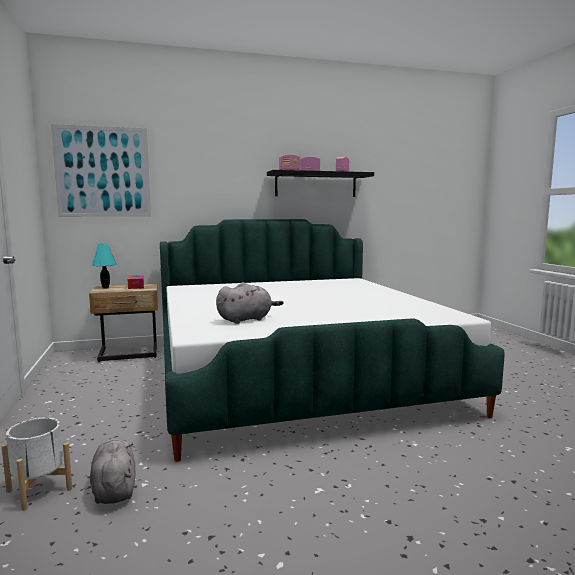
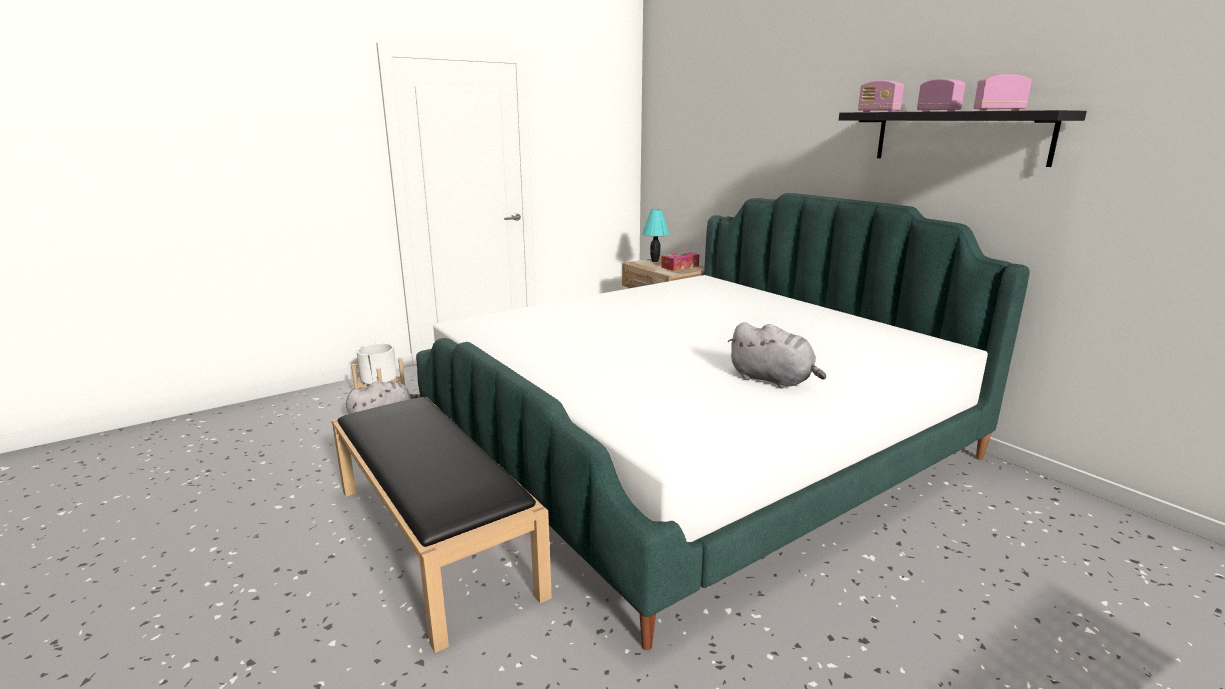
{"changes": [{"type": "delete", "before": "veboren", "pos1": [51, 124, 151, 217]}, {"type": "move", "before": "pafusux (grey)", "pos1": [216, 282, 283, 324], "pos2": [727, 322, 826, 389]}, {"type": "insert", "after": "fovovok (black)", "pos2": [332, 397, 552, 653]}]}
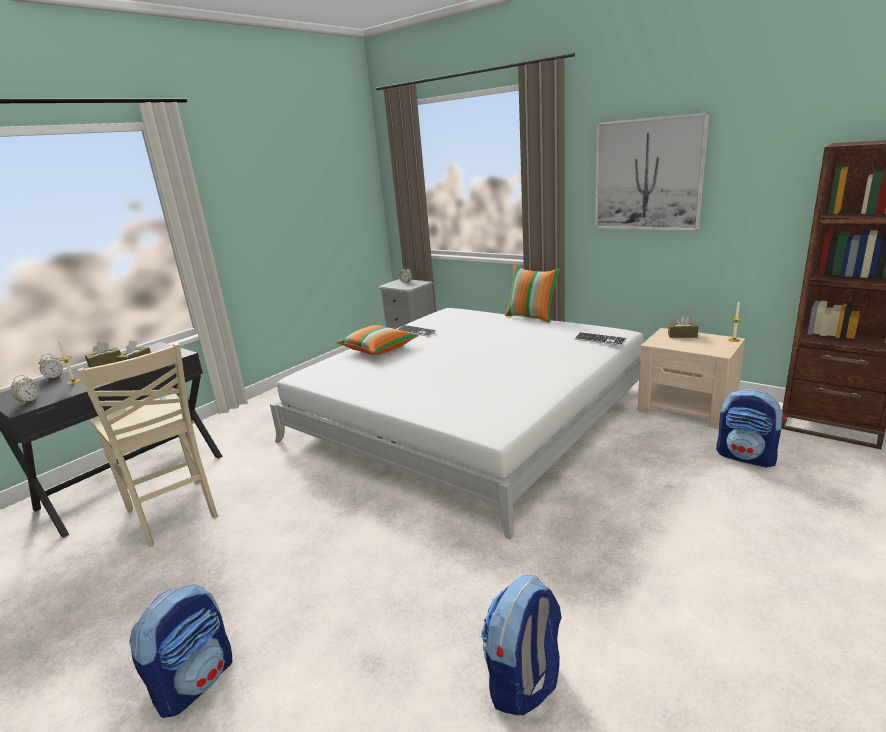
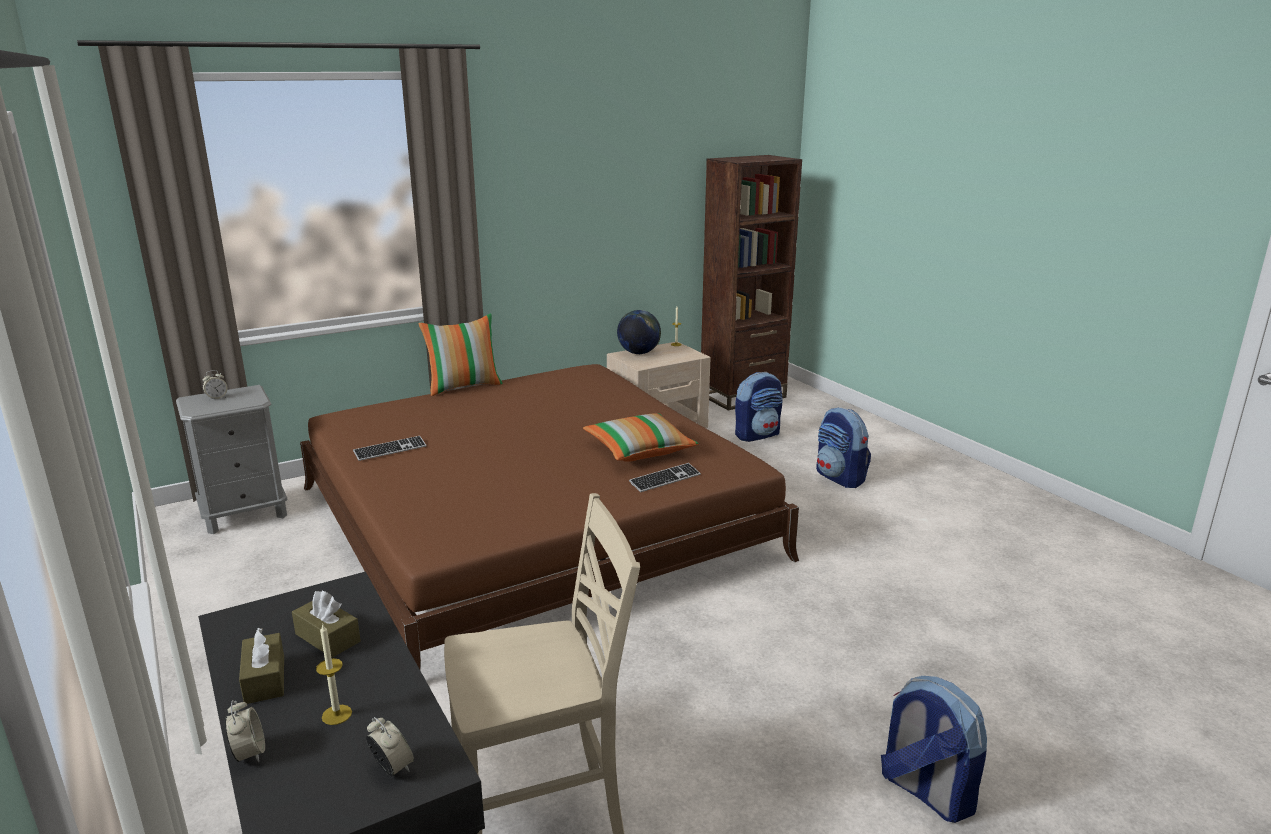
{"changes": [{"type": "recolor", "before": "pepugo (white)", "after": "pepugo (brown)", "pos1": [270, 308, 643, 539], "pos2": [300, 364, 799, 669]}, {"type": "move", "before": "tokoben", "pos1": [336, 325, 419, 355], "pos2": [583, 413, 699, 462]}, {"type": "move", "before": "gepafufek", "pos1": [481, 575, 562, 716], "pos2": [816, 407, 871, 488]}, {"type": "move", "before": "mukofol", "pos1": [575, 332, 627, 346], "pos2": [629, 463, 701, 492]}, {"type": "delete", "before": "veboren", "pos1": [595, 112, 709, 231]}, {"type": "replace", "before": "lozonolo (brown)", "after": "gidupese", "pos1": [668, 315, 698, 338], "pos2": [617, 310, 661, 354]}]}
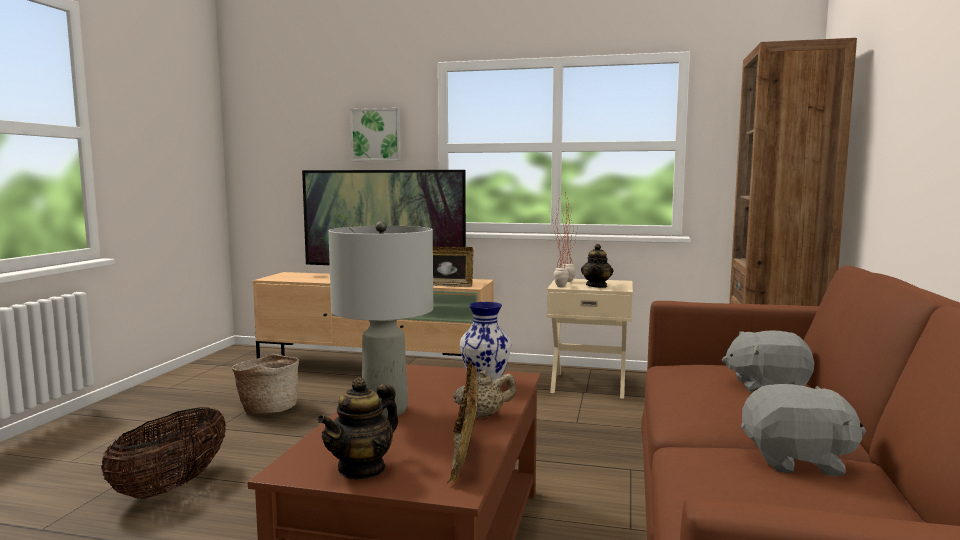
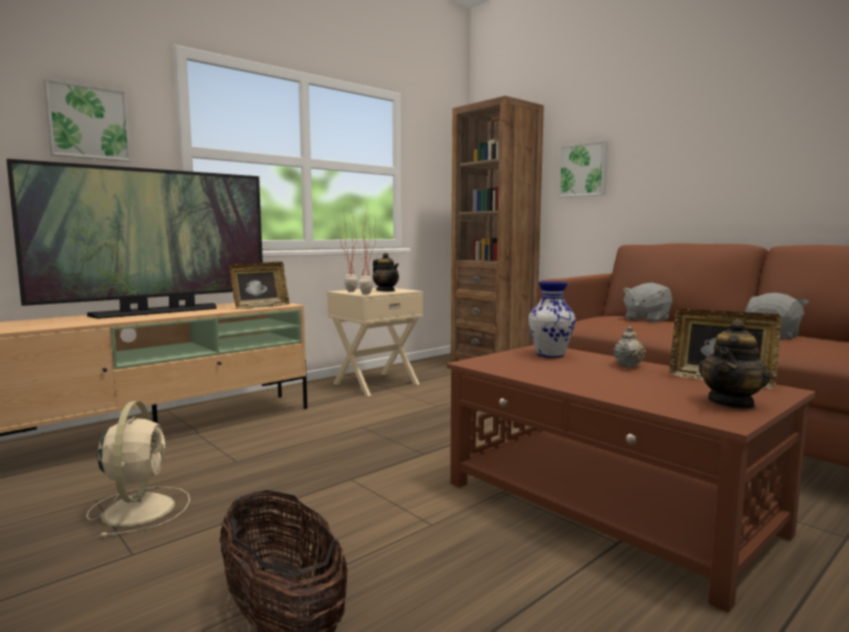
{"changes": [{"type": "replace", "before": "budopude", "after": "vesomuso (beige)", "pos1": [232, 353, 299, 414], "pos2": [86, 401, 190, 538]}, {"type": "rotate", "before": "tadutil", "pos1": [317, 377, 398, 480], "pos2": [699, 319, 771, 410], "turn": 60}, {"type": "delete", "before": "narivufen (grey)", "pos1": [328, 221, 433, 418]}, {"type": "insert", "after": "veboren", "pos2": [558, 140, 608, 197]}]}
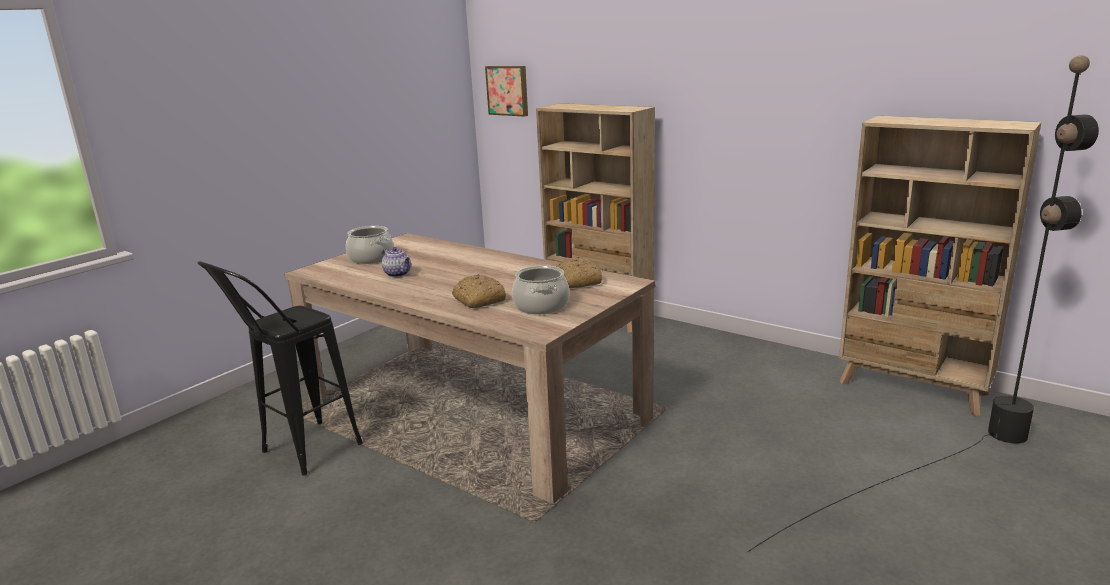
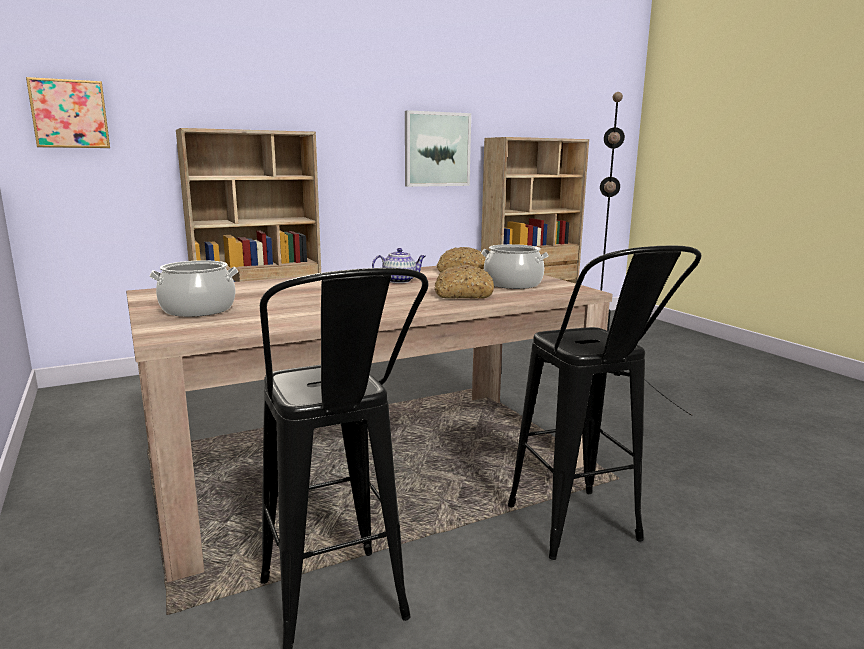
{"changes": [{"type": "move", "before": "tadutil", "pos1": [381, 247, 411, 277], "pos2": [372, 248, 426, 283]}, {"type": "insert", "after": "veboren", "pos2": [405, 110, 471, 187]}, {"type": "insert", "after": "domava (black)", "pos2": [508, 246, 702, 560]}]}
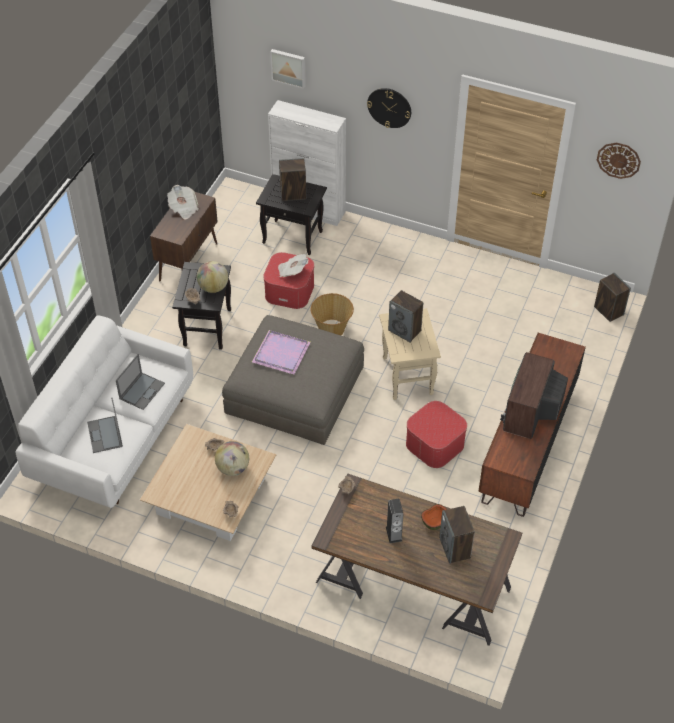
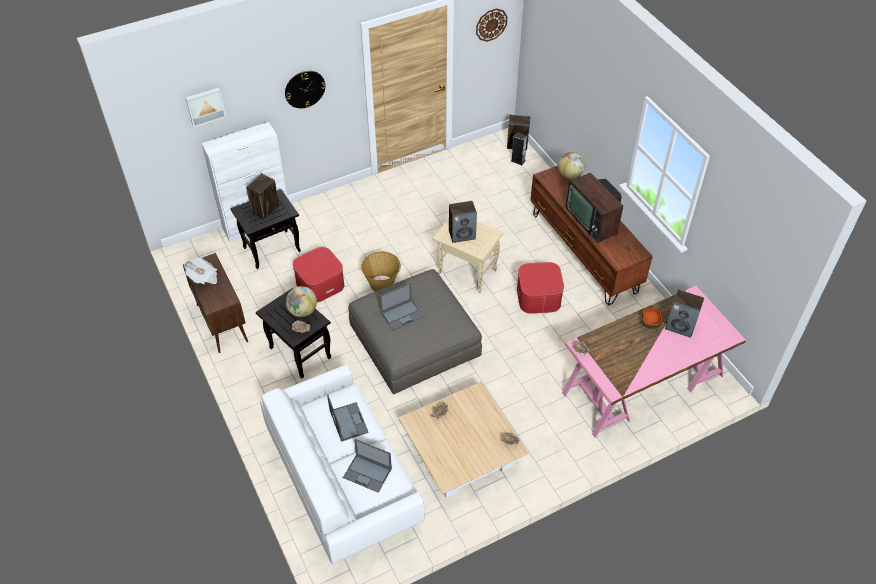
{"changes": [{"type": "move", "before": "gidupese", "pos1": [215, 441, 249, 476], "pos2": [558, 152, 585, 179]}, {"type": "replace", "before": "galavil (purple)", "after": "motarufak", "pos1": [252, 330, 311, 374], "pos2": [379, 282, 424, 330]}, {"type": "delete", "before": "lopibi", "pos1": [278, 254, 308, 277]}, {"type": "recolor", "before": "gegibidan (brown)", "after": "gegibidan (pink)", "pos1": [311, 473, 522, 646], "pos2": [562, 286, 746, 438]}, {"type": "move", "before": "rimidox", "pos1": [386, 499, 403, 543], "pos2": [511, 132, 527, 165]}]}
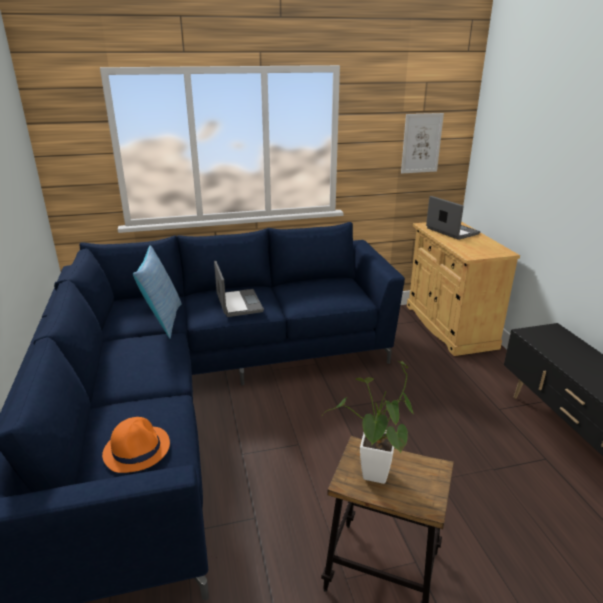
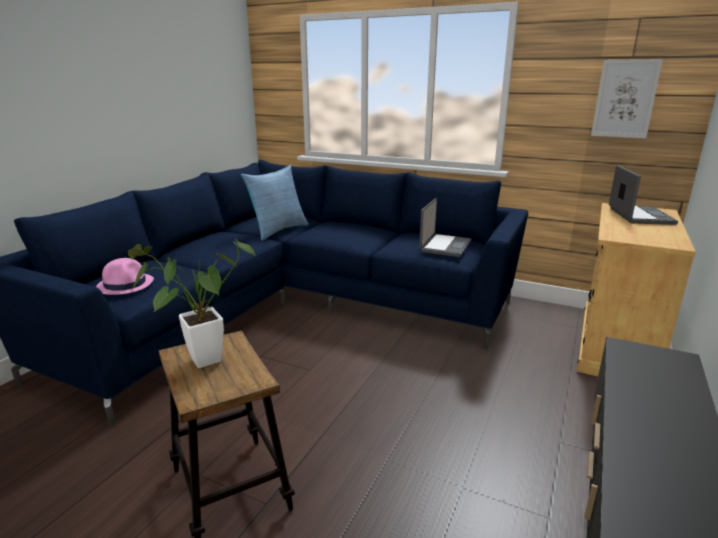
{"changes": [{"type": "recolor", "before": "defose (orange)", "after": "defose (pink)", "pos1": [102, 417, 170, 473], "pos2": [96, 258, 154, 295]}, {"type": "move", "before": "motarufak", "pos1": [214, 261, 264, 317], "pos2": [419, 198, 472, 257]}]}
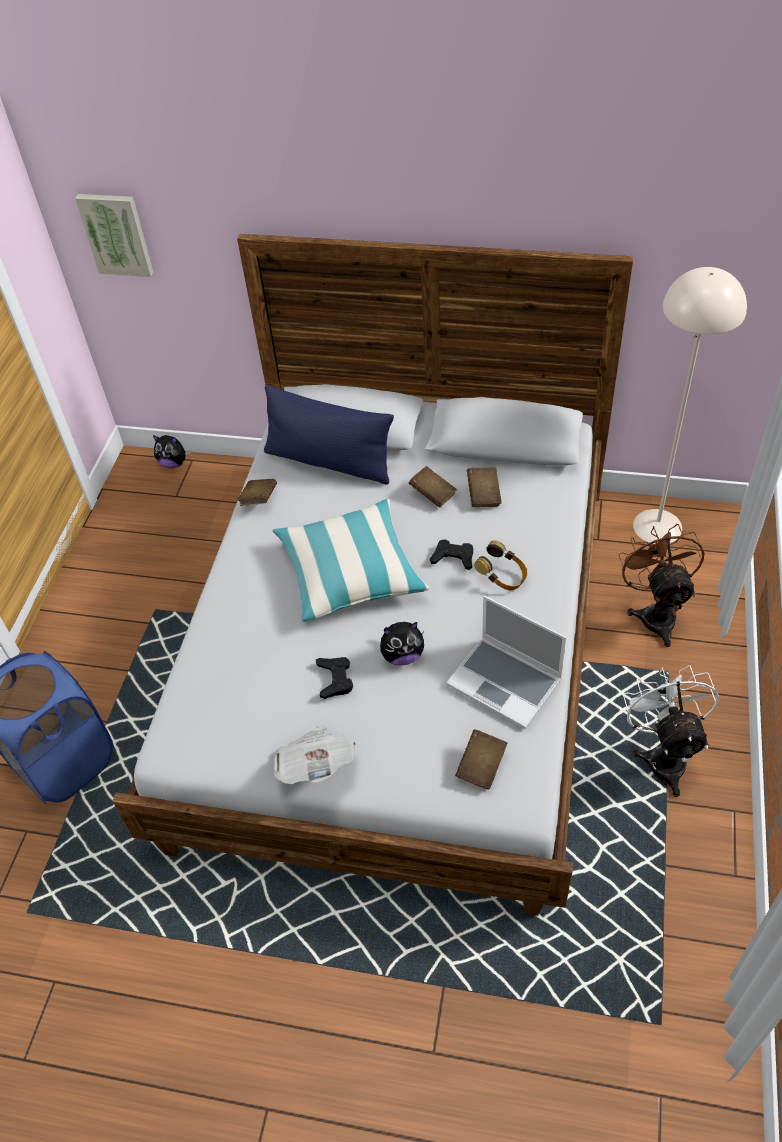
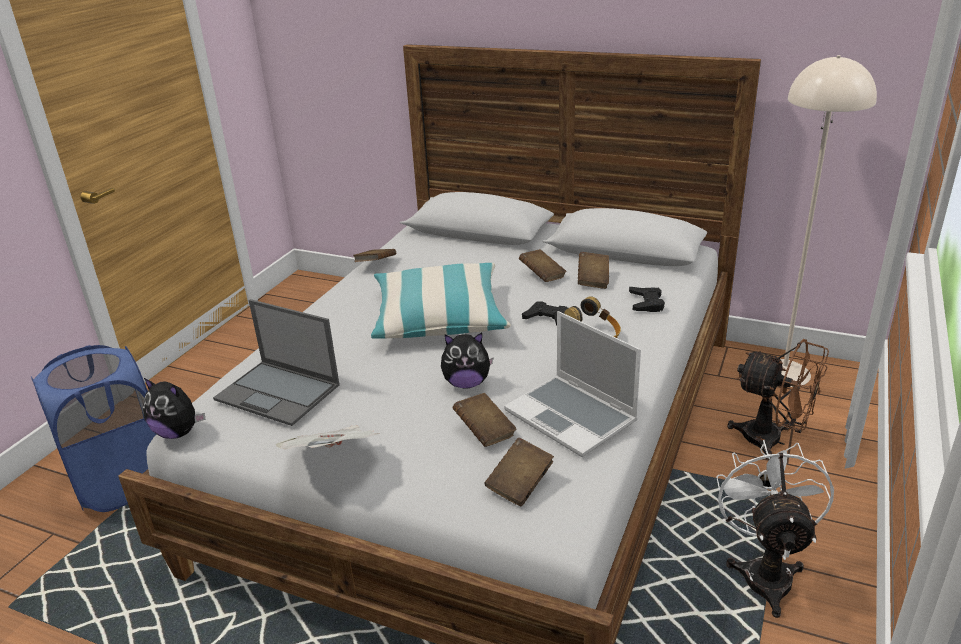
{"changes": [{"type": "delete", "before": "veboren", "pos1": [75, 194, 153, 277]}, {"type": "move", "before": "pafusux", "pos1": [153, 435, 191, 468], "pos2": [143, 378, 205, 439]}, {"type": "delete", "before": "tokoben (blue)", "pos1": [264, 385, 394, 485]}, {"type": "move", "before": "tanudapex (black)", "pos1": [316, 657, 353, 699], "pos2": [629, 287, 665, 312]}, {"type": "rotate", "before": "vesomuso (brown)", "pos1": [619, 524, 704, 647], "pos2": [727, 339, 829, 460], "turn": 120}, {"type": "insert", "after": "motarufak", "pos2": [213, 299, 340, 426]}, {"type": "insert", "after": "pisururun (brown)", "pos2": [453, 393, 517, 447]}]}
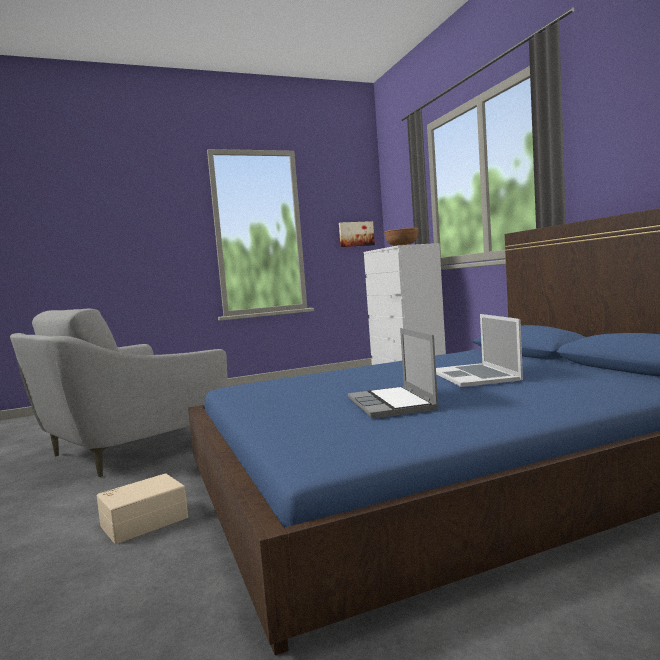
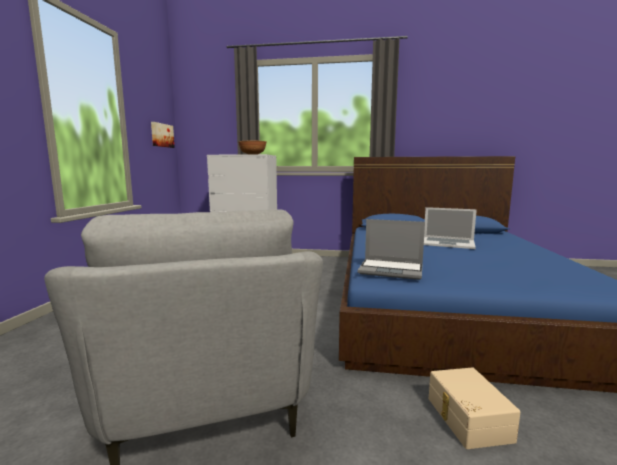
{"changes": [{"type": "move", "before": "motarufak", "pos1": [348, 328, 439, 419], "pos2": [358, 219, 425, 280]}]}
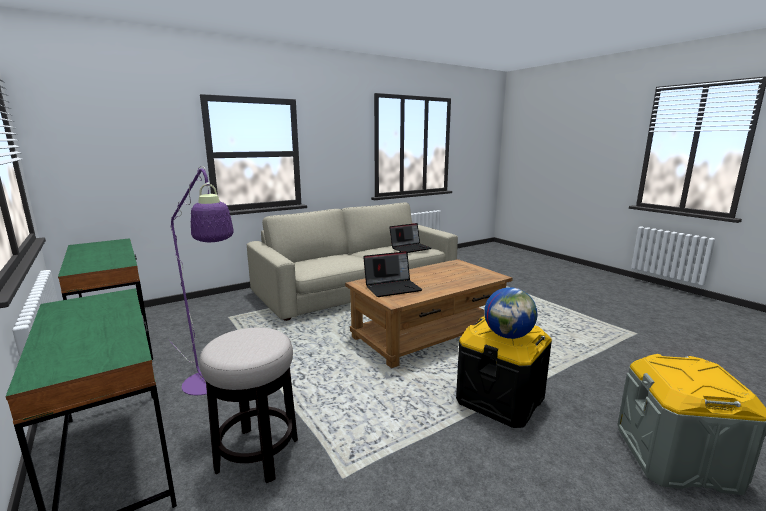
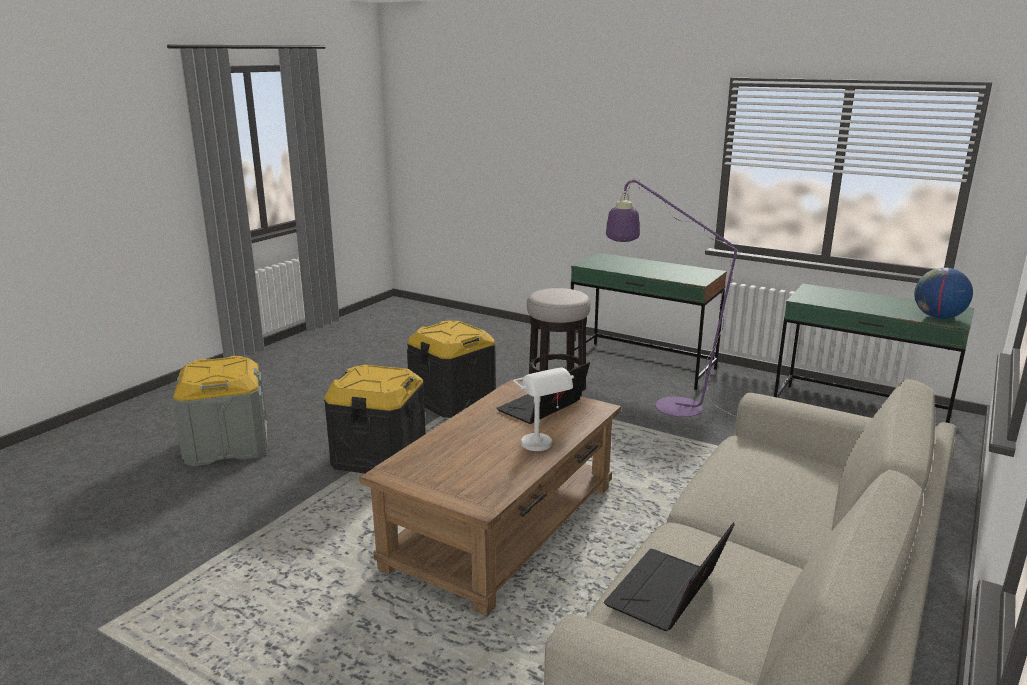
{"changes": [{"type": "move", "before": "gidupese", "pos1": [484, 287, 538, 339], "pos2": [914, 268, 973, 319]}, {"type": "insert", "after": "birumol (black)", "pos2": [407, 320, 496, 418]}, {"type": "insert", "after": "narivufen (white)", "pos2": [513, 367, 574, 451]}]}
